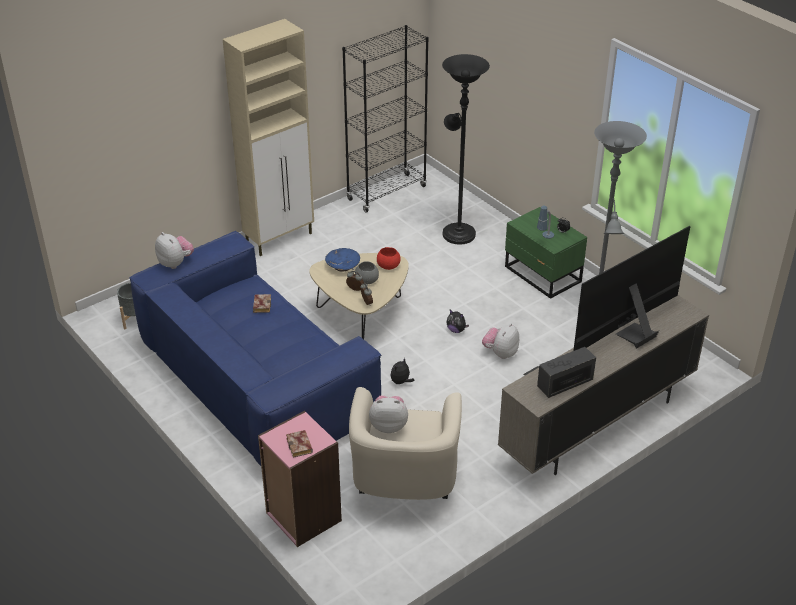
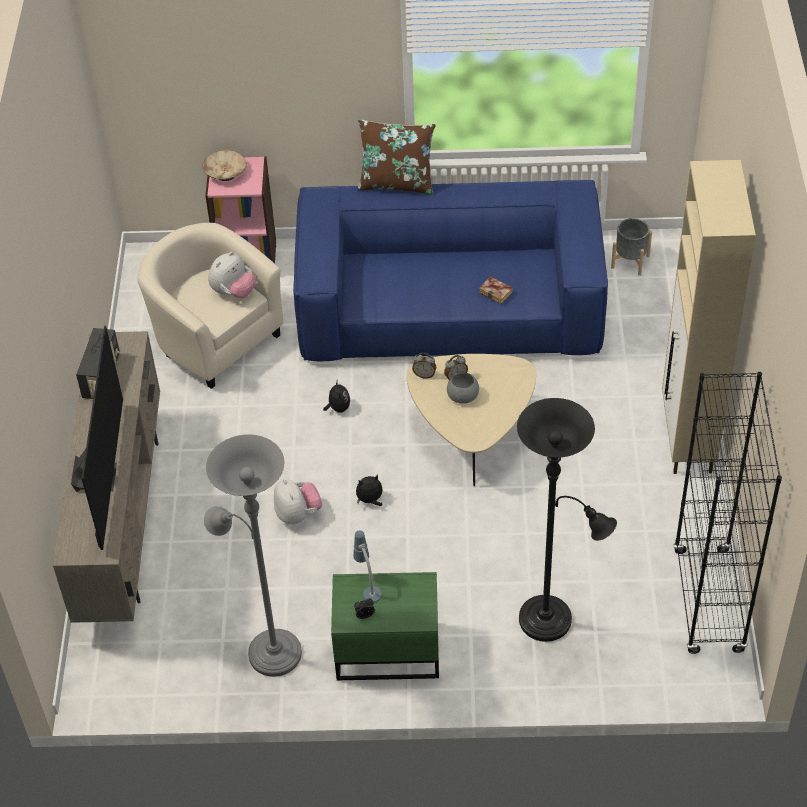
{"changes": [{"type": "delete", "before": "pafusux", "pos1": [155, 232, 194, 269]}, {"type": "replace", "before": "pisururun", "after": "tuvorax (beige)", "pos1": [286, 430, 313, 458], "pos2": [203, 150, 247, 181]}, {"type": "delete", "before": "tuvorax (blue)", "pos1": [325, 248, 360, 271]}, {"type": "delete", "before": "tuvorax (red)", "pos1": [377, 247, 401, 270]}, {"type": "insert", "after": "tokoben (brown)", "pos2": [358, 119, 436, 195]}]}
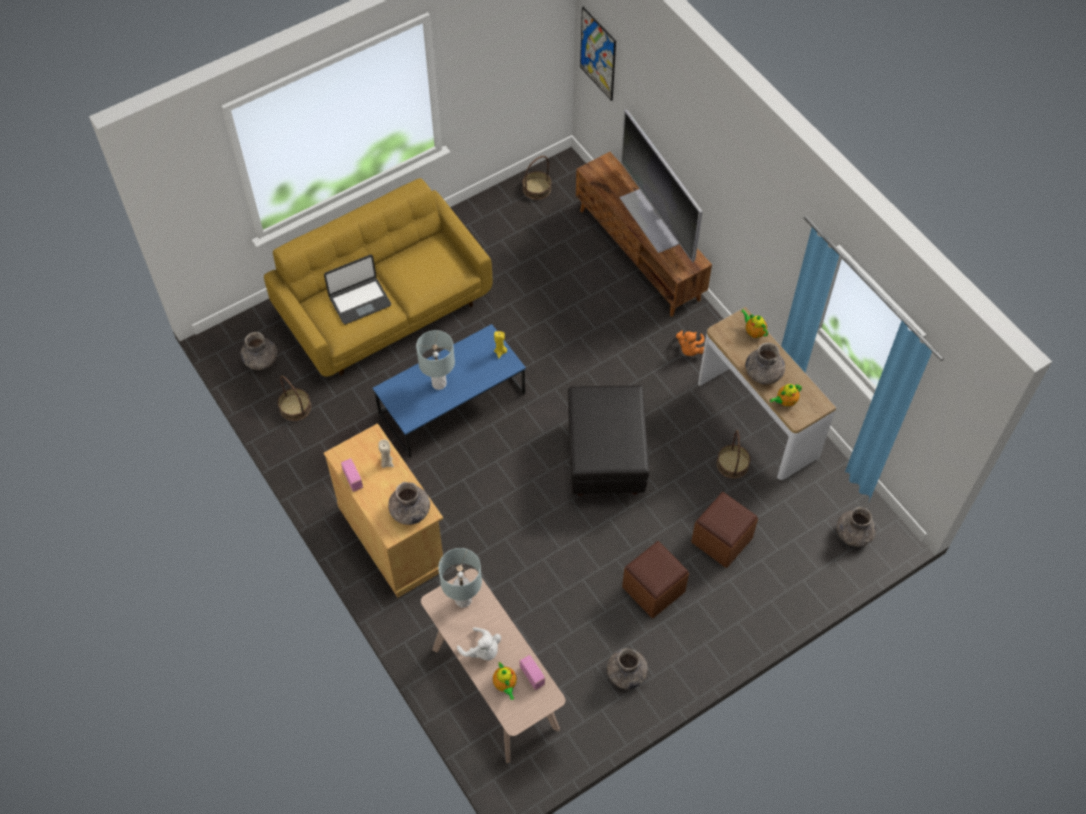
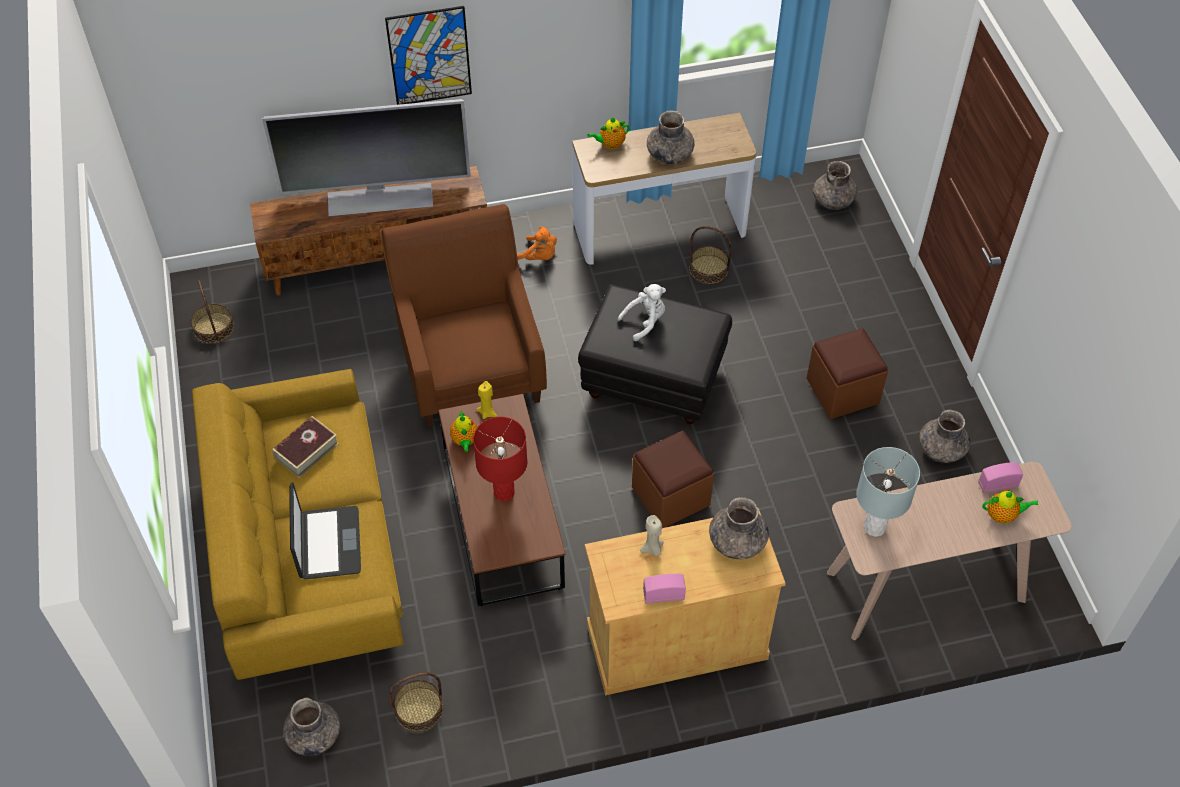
{"changes": [{"type": "recolor", "before": "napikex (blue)", "after": "napikex (brown)", "pos1": [373, 324, 526, 458], "pos2": [438, 394, 565, 606]}, {"type": "recolor", "before": "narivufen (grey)", "after": "narivufen (red)", "pos1": [416, 330, 455, 390], "pos2": [473, 417, 527, 502]}, {"type": "move", "before": "pafusux (white)", "pos1": [457, 627, 501, 661], "pos2": [618, 284, 666, 341]}, {"type": "move", "before": "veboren", "pos1": [580, 7, 616, 101], "pos2": [385, 6, 472, 105]}, {"type": "move", "before": "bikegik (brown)", "pos1": [691, 492, 758, 568], "pos2": [632, 430, 714, 528]}, {"type": "move", "before": "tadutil", "pos1": [770, 384, 802, 406], "pos2": [450, 411, 477, 452]}, {"type": "insert", "after": "pisururun", "pos2": [272, 416, 339, 479]}, {"type": "insert", "after": "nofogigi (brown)", "pos2": [380, 204, 547, 427]}]}
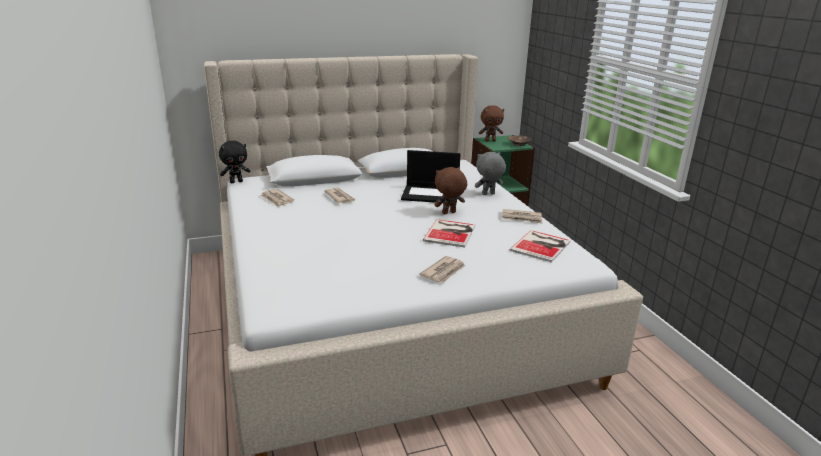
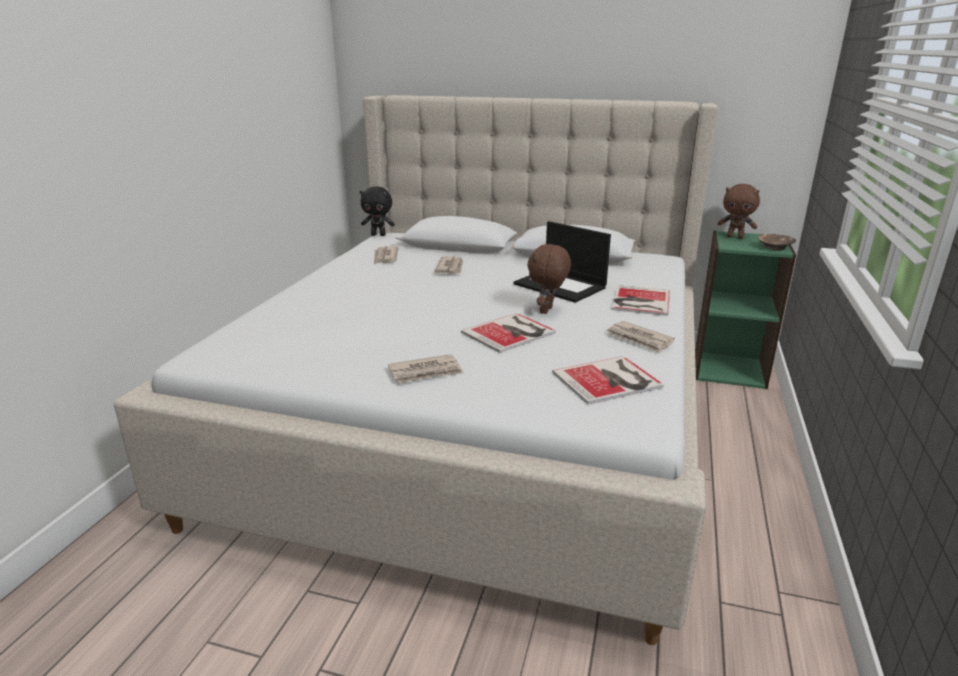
{"changes": [{"type": "rotate", "before": "pafusux (brown)", "pos1": [434, 167, 467, 215], "pos2": [527, 243, 571, 314], "turn": -75}, {"type": "replace", "before": "pafusux (grey)", "after": "pisururun", "pos1": [475, 152, 506, 195], "pos2": [612, 285, 670, 316]}]}
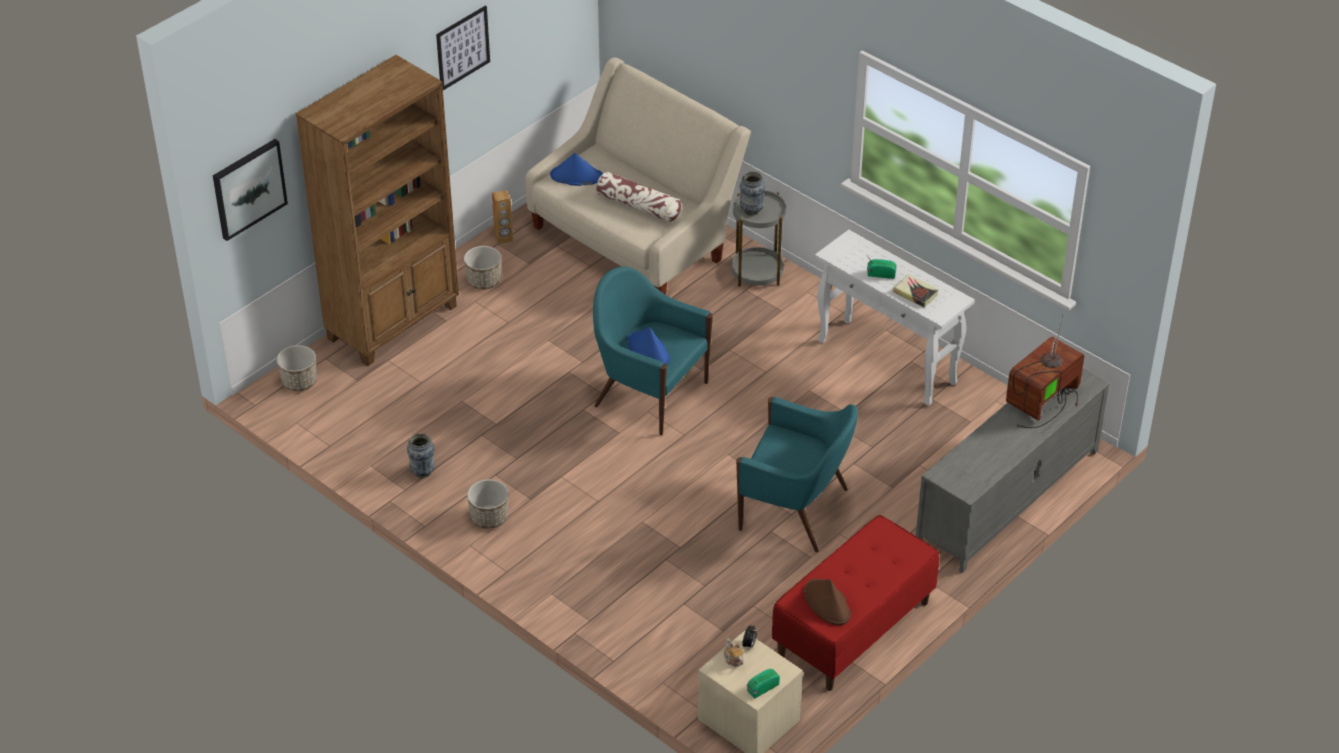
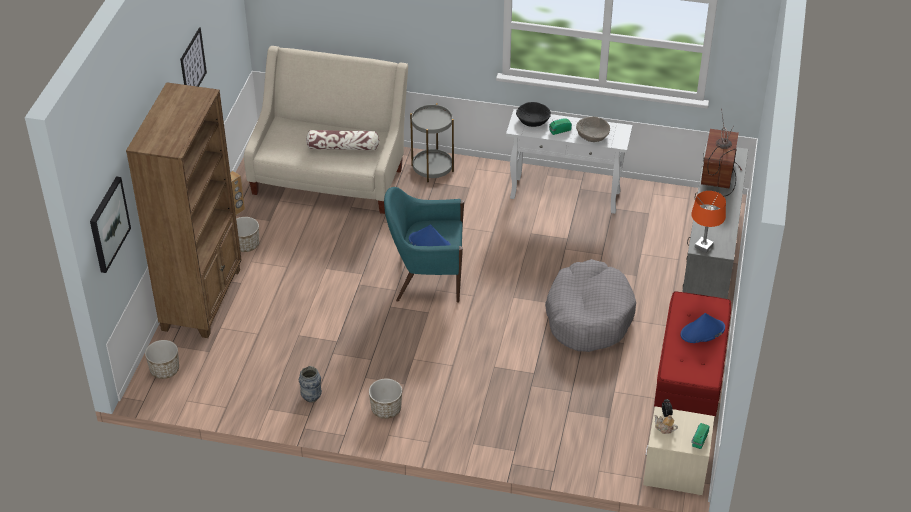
{"changes": [{"type": "move", "before": "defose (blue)", "pos1": [550, 153, 603, 186], "pos2": [680, 313, 725, 343]}, {"type": "replace", "before": "nofogigi (turquoise)", "after": "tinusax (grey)", "pos1": [736, 396, 858, 552], "pos2": [545, 259, 636, 352]}, {"type": "delete", "before": "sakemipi", "pos1": [740, 171, 766, 216]}, {"type": "delete", "before": "defose (brown)", "pos1": [804, 579, 851, 625]}, {"type": "replace", "before": "pisururun", "after": "tuvorax (beige)", "pos1": [893, 274, 939, 307], "pos2": [576, 116, 610, 142]}, {"type": "insert", "after": "tuvorax (black)", "pos2": [516, 102, 551, 127]}, {"type": "insert", "after": "narivufen (orange)", "pos2": [691, 191, 726, 253]}]}
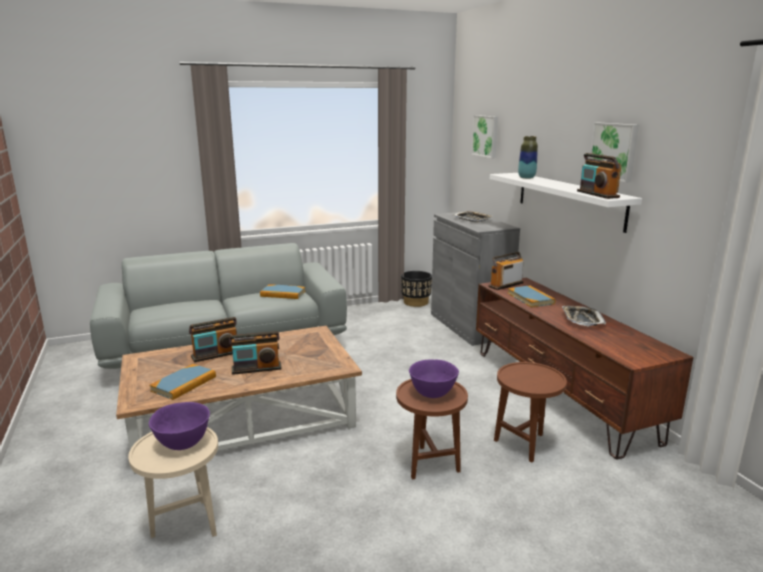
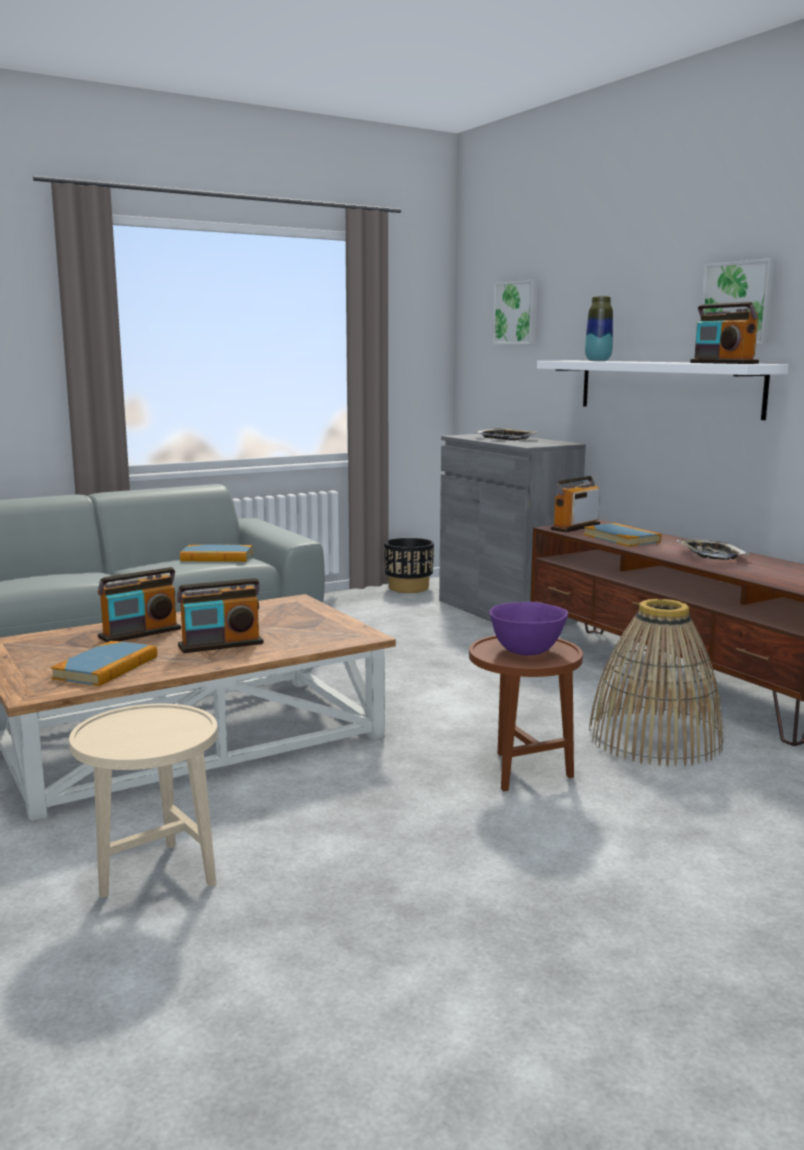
{"changes": [{"type": "delete", "before": "tuvorax (purple)", "pos1": [149, 402, 210, 450]}, {"type": "replace", "before": "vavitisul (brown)", "after": "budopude", "pos1": [494, 362, 567, 463], "pos2": [589, 599, 724, 767]}]}
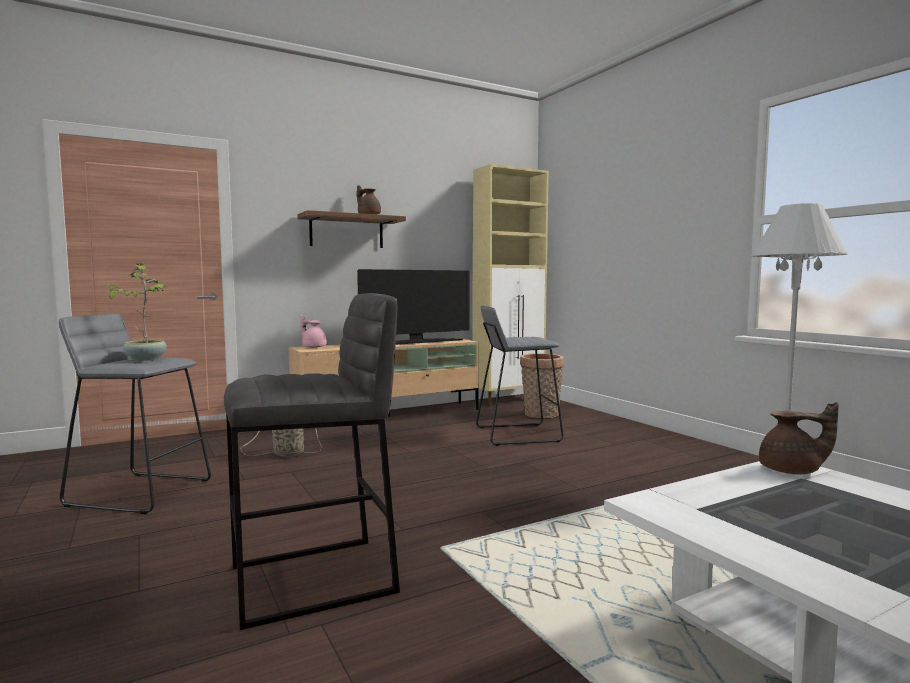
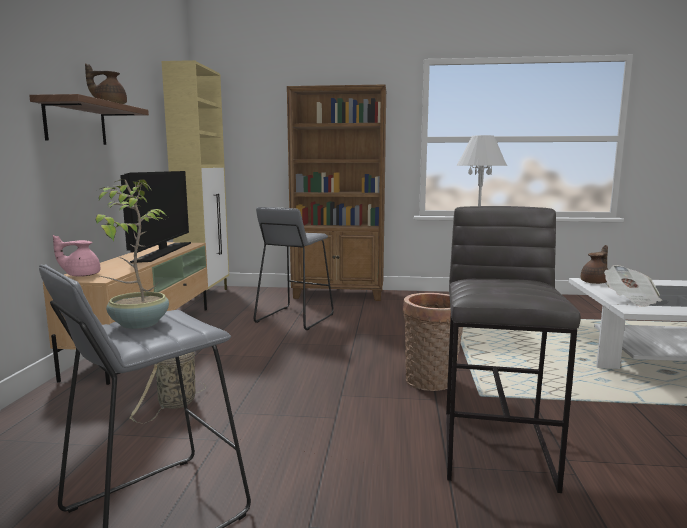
{"changes": [{"type": "move", "before": "budopude", "pos1": [520, 353, 564, 418], "pos2": [402, 293, 463, 391]}, {"type": "insert", "after": "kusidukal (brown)", "pos2": [287, 84, 387, 301]}, {"type": "insert", "after": "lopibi", "pos2": [604, 265, 662, 307]}]}
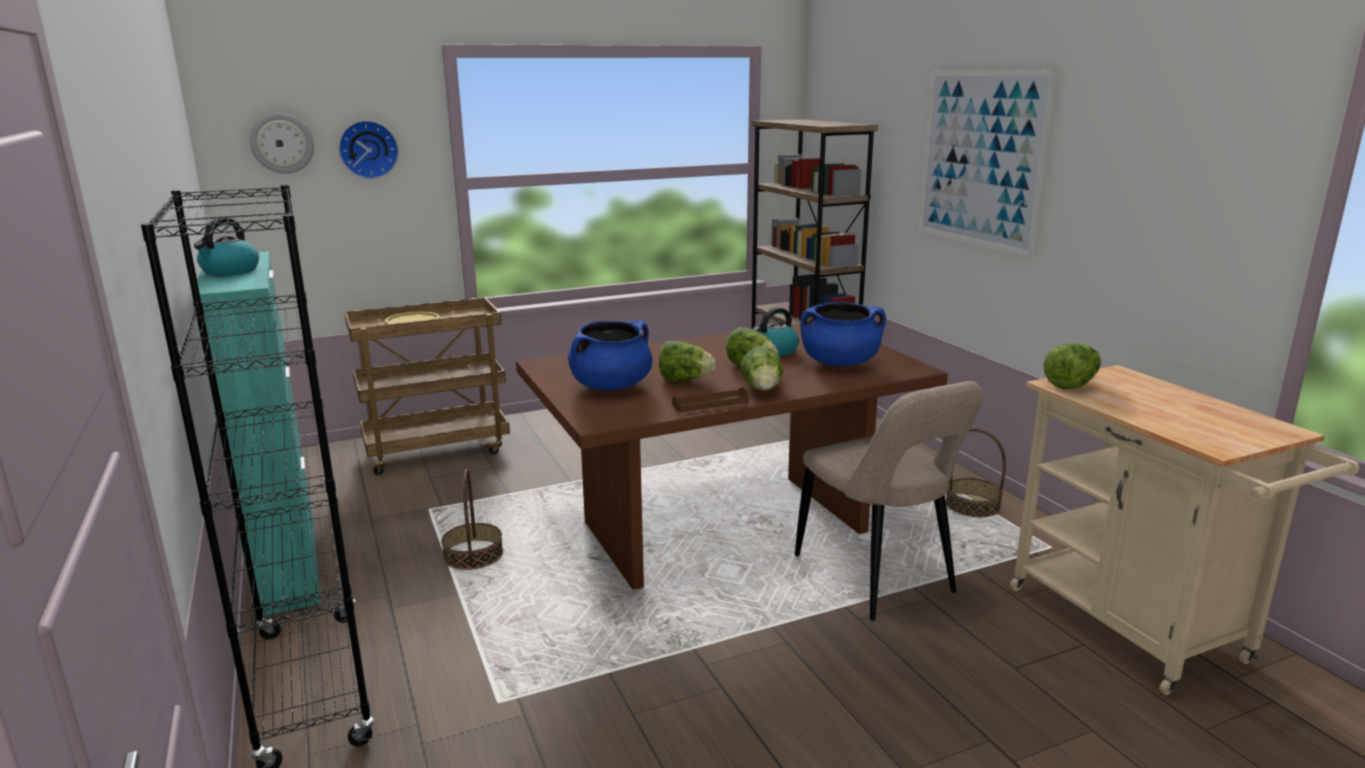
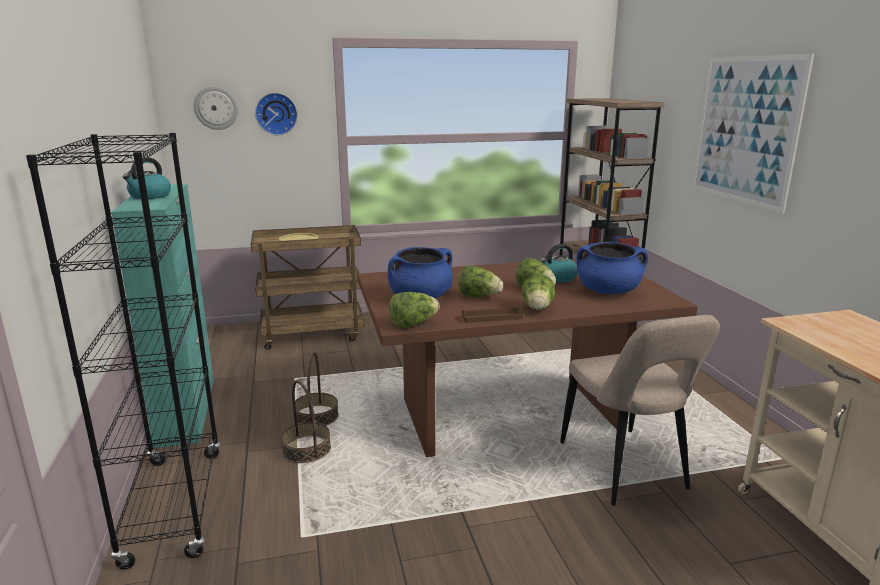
{"changes": [{"type": "move", "before": "budopude", "pos1": [946, 428, 1006, 517], "pos2": [281, 380, 331, 463]}, {"type": "move", "before": "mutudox", "pos1": [1043, 343, 1101, 389], "pos2": [389, 292, 440, 328]}]}
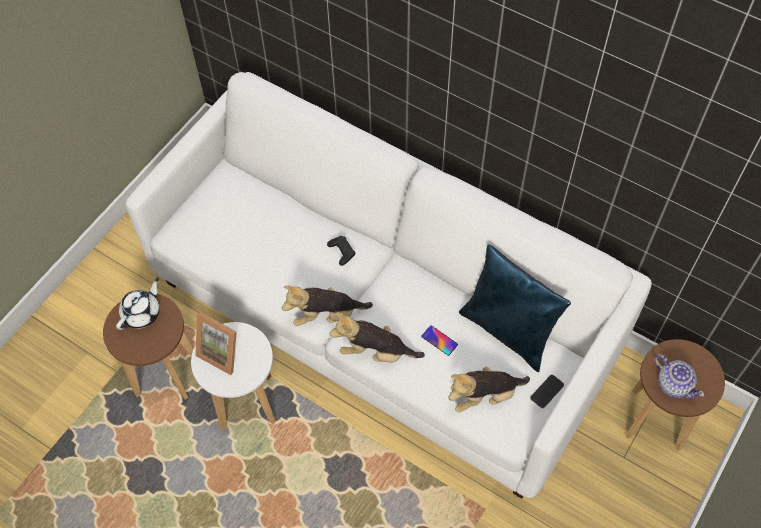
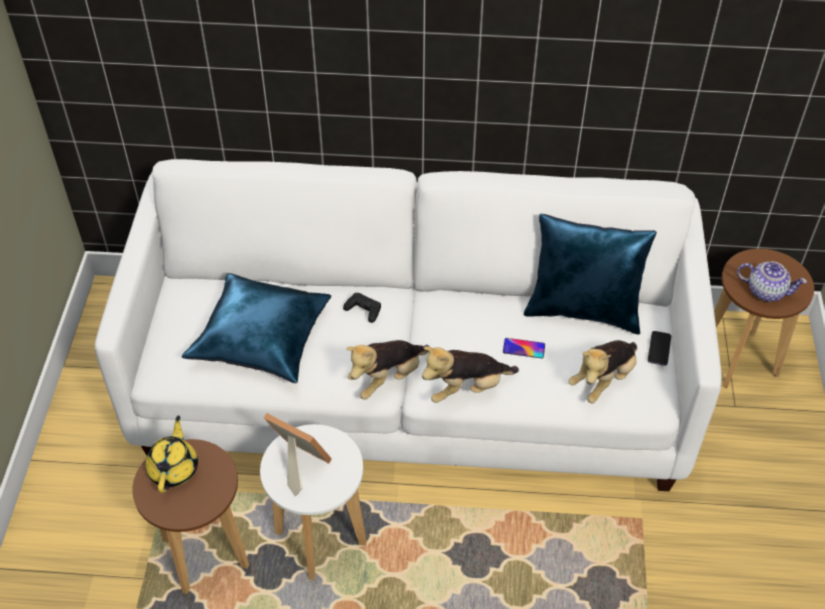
{"changes": [{"type": "recolor", "before": "tadutil (white)", "after": "tadutil (yellow)", "pos1": [116, 278, 160, 330], "pos2": [145, 415, 198, 493]}, {"type": "rotate", "before": "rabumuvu", "pos1": [195, 312, 237, 375], "pos2": [264, 413, 332, 496], "turn": -150}, {"type": "insert", "after": "tokoben (blue)", "pos2": [182, 273, 331, 383]}]}
